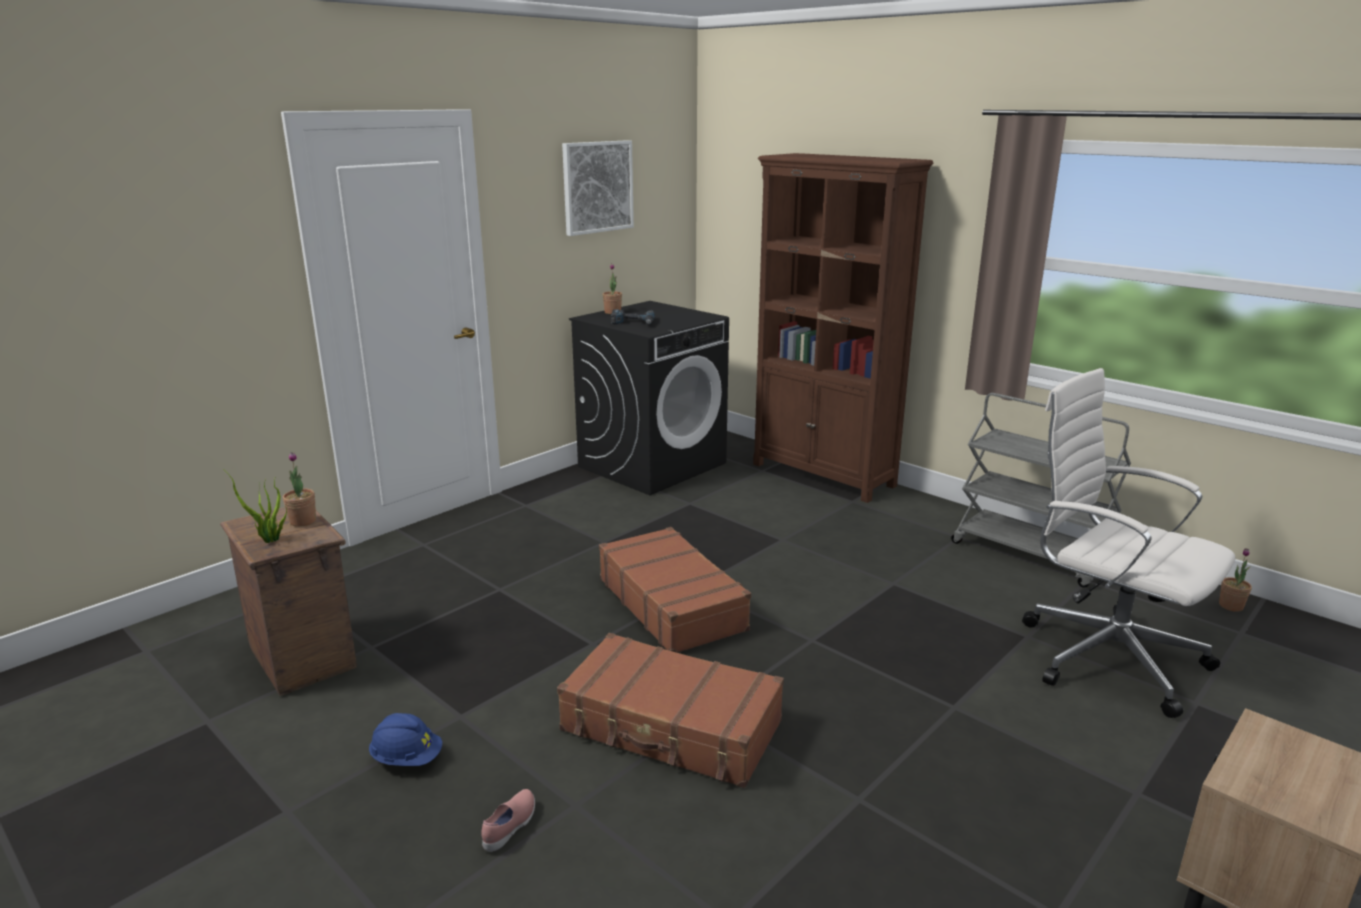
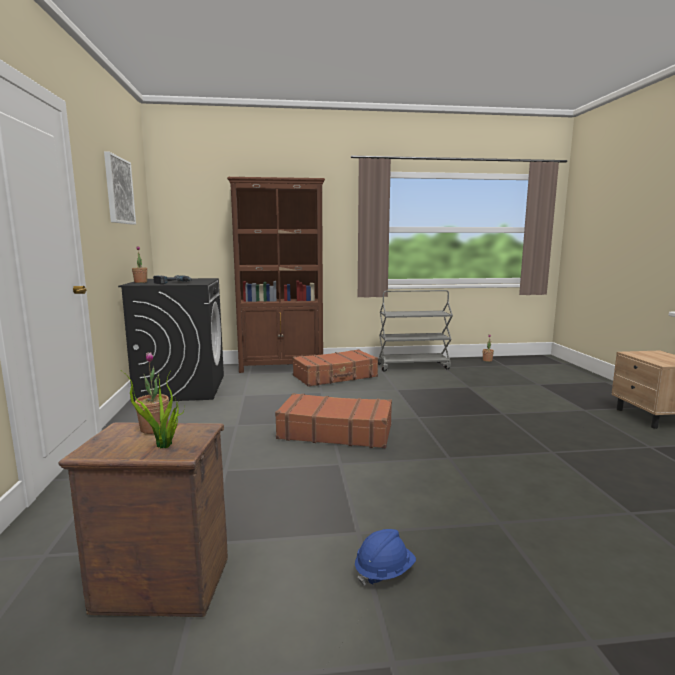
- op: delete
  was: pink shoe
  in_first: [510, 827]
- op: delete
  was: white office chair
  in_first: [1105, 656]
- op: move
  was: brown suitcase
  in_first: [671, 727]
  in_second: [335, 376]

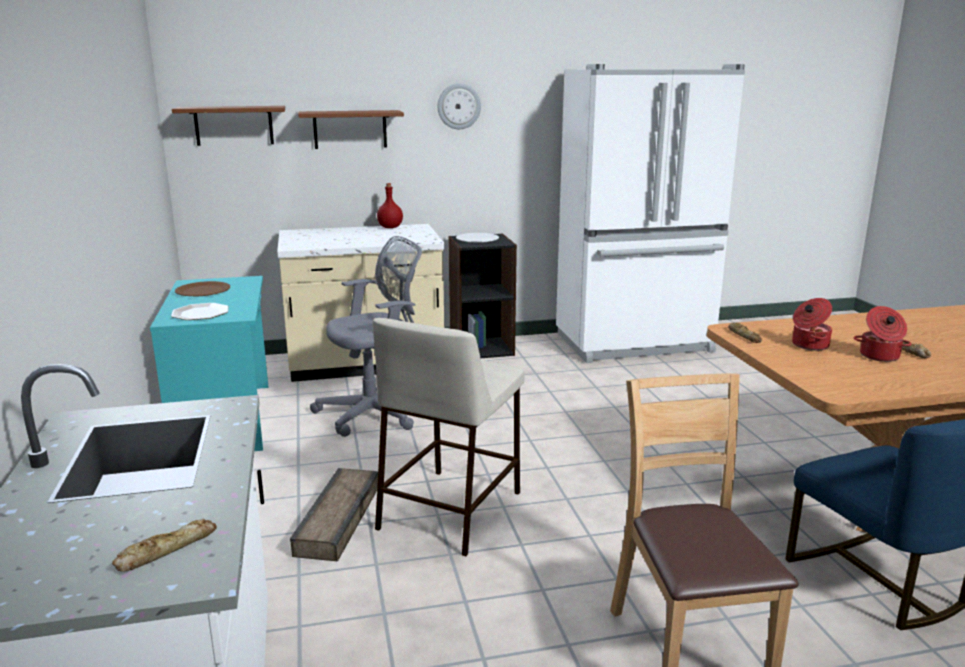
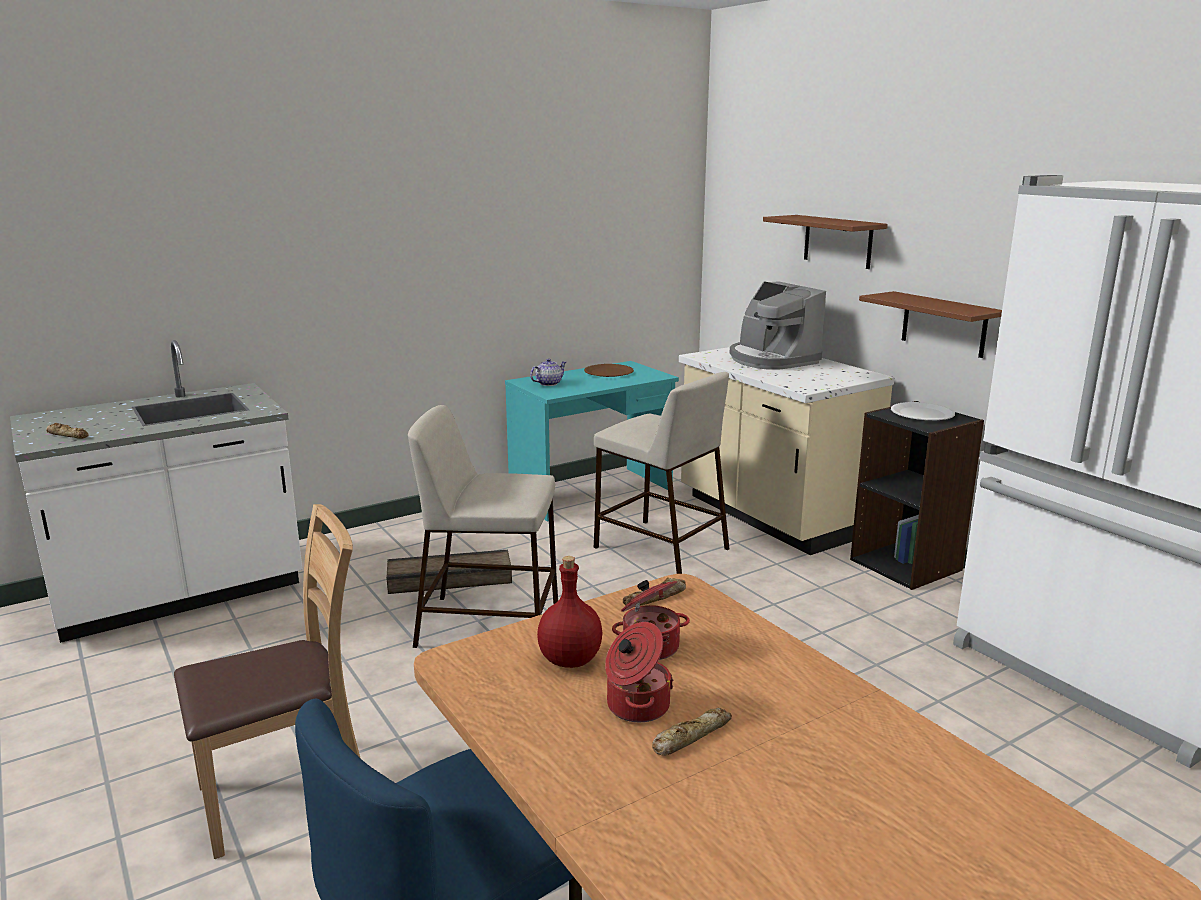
- op: delete
  was: wall clock
  in_first: [459, 106]
- op: insert
  now: coffee machine
  in_second: [771, 360]
- op: move
  was: brown shelf
  in_first: [234, 125]
  in_second: [944, 324]
- op: move
  was: red bottle
  in_first: [390, 227]
  in_second: [569, 659]
- op: replace
  was: plate
  now: teapot
  in_first: [200, 313]
  in_second: [548, 383]
- op: replace
  was: grey office chair
  now: beige stool
  in_first: [376, 413]
  in_second: [659, 548]

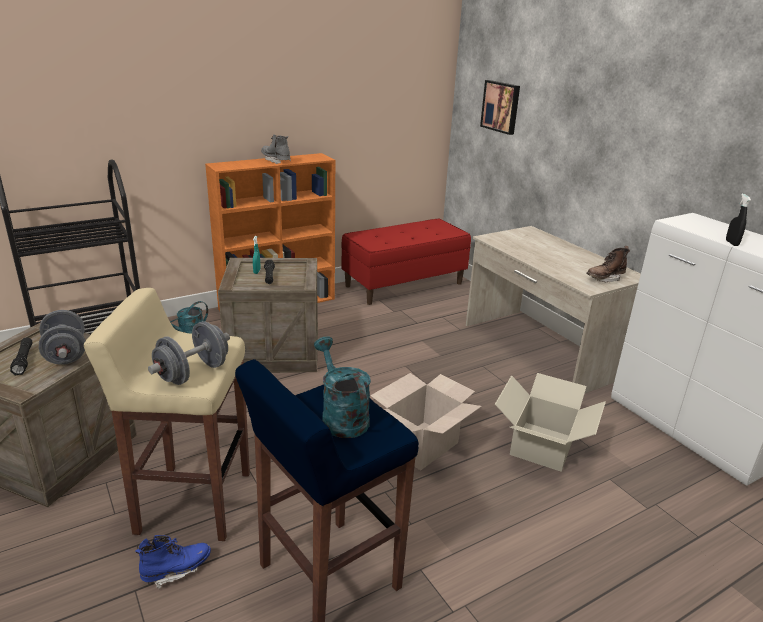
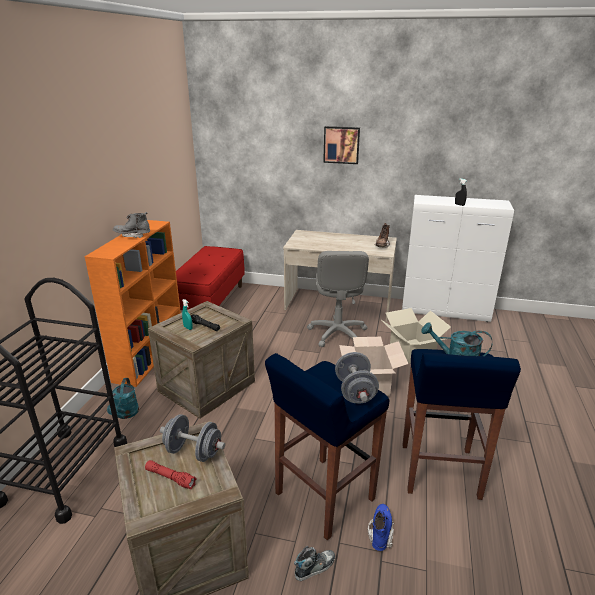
- op: insert
  now: shoe
  in_second: [315, 567]
- op: insert
  now: grey office chair
  in_second: [337, 333]
- op: move
  was: picture
  in_first: [501, 106]
  in_second: [341, 145]
- op: recolor
  was: black flashlight
  now: red flashlight
  in_first: [23, 361]
  in_second: [170, 478]
- op: recolor
  was: beige stool
  now: blue stool
  in_first: [192, 502]
  in_second: [323, 497]

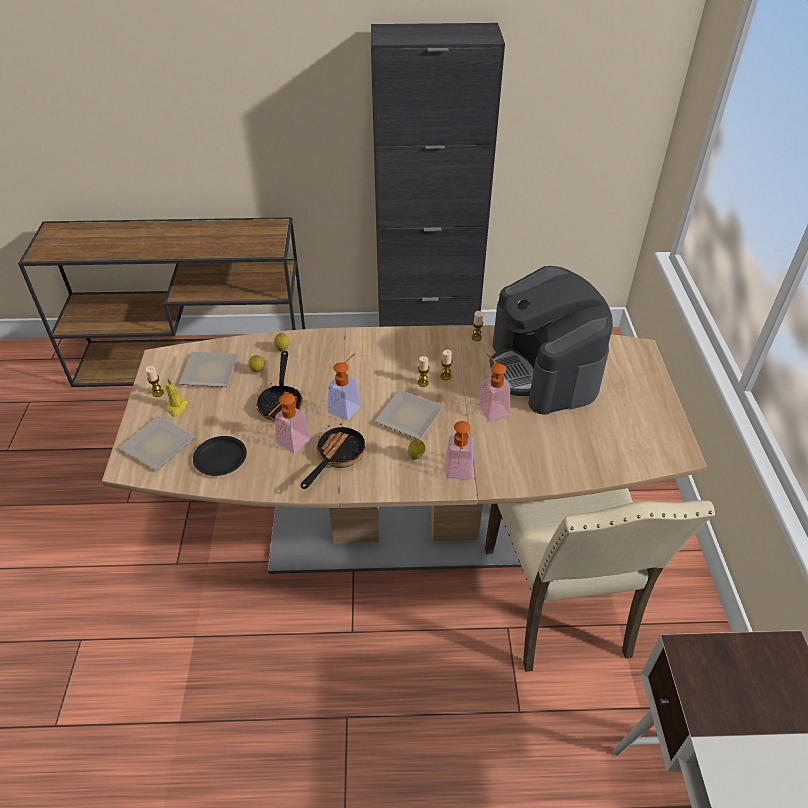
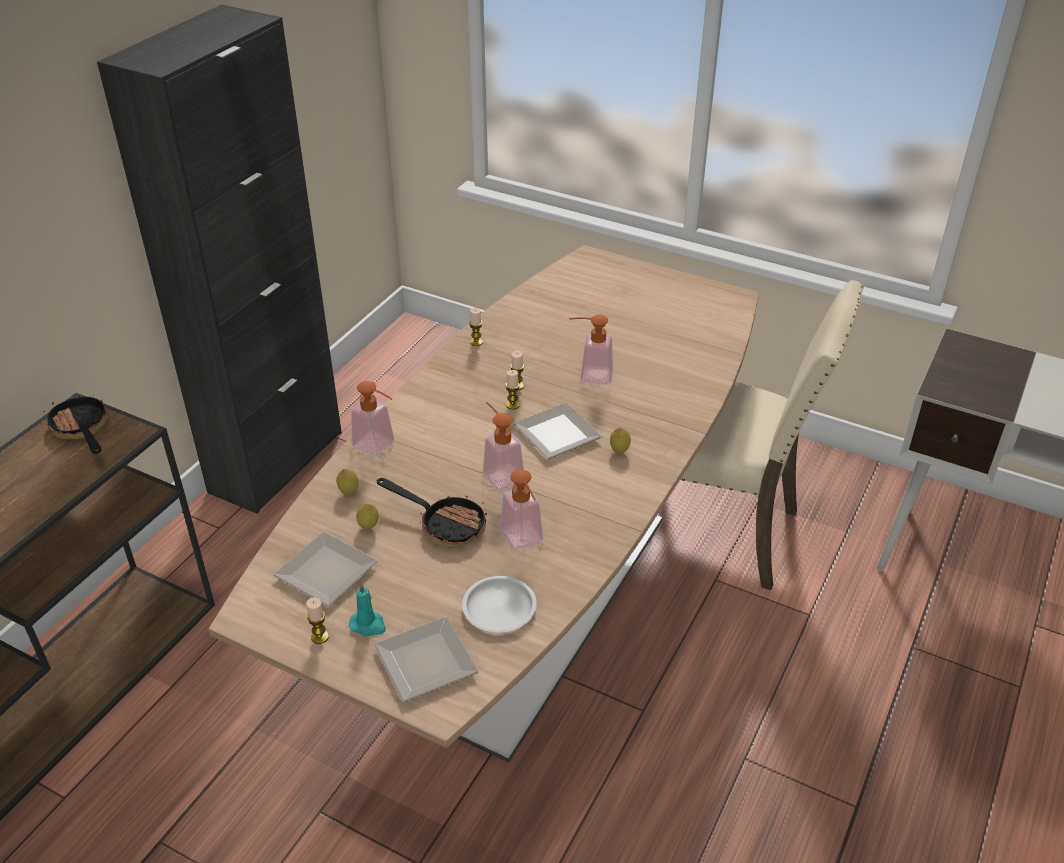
- op: delete
  was: coffee machine
  in_first: [544, 370]
- op: move
  was: frying pan
  in_first: [336, 457]
  in_second: [82, 430]
- op: move
  was: soap dispenser
  in_first: [458, 474]
  in_second: [379, 447]
- op: recolor
  was: yellow candle
  now: turquoise candle
  in_first: [176, 408]
  in_second: [368, 625]
- op: recolor
  was: black plate
  now: white plate
  in_first: [220, 459]
  in_second: [500, 608]

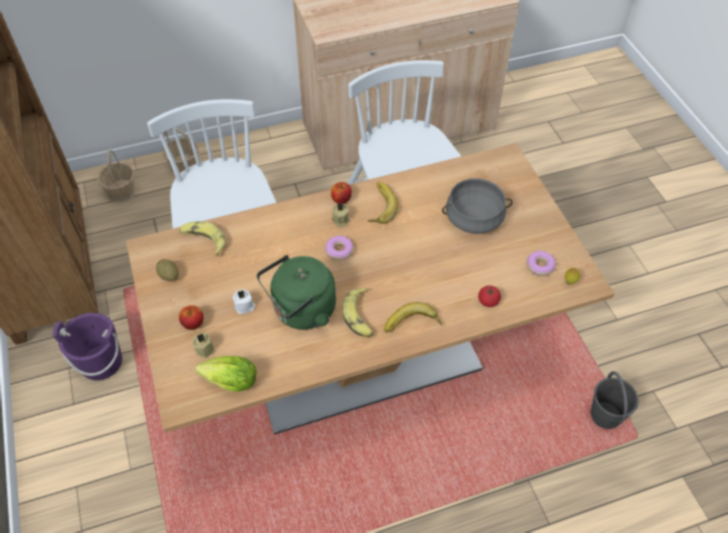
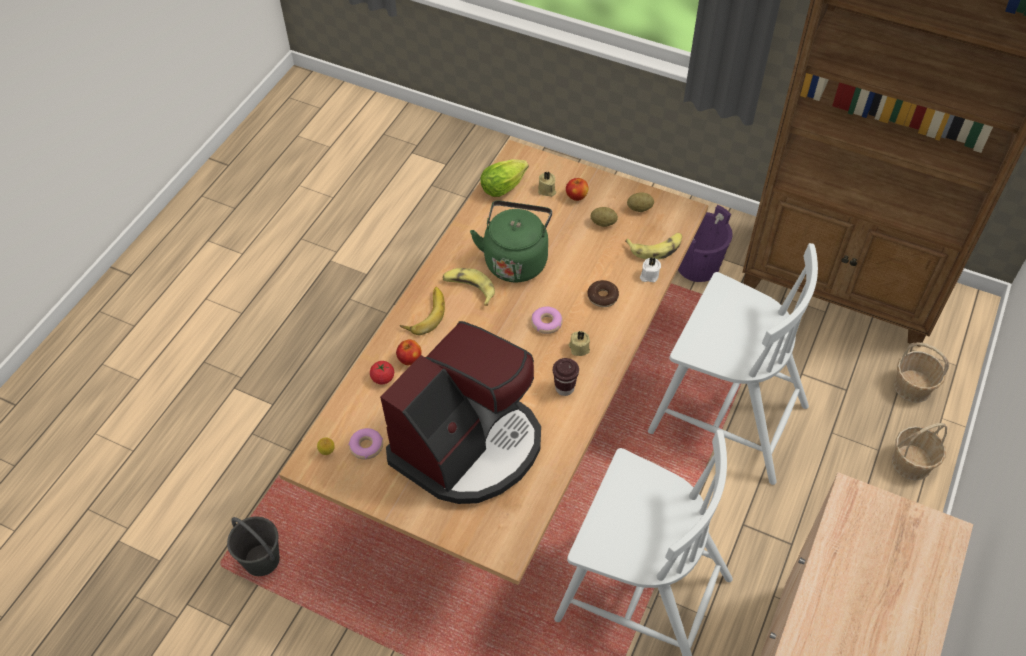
- op: insert
  now: donut
  in_second: [602, 297]
- op: insert
  now: potato
  in_second: [603, 223]
- op: move
  was: white candle
  in_first: [245, 307]
  in_second: [649, 275]
- op: move
  was: apple
  in_first: [341, 200]
  in_second: [409, 359]
- op: replace
  was: banana
  now: brown cup
  in_first: [379, 205]
  in_second: [564, 388]
- op: replace
  was: grey cooking pot
  now: coffee machine
  in_first: [473, 219]
  in_second: [469, 445]

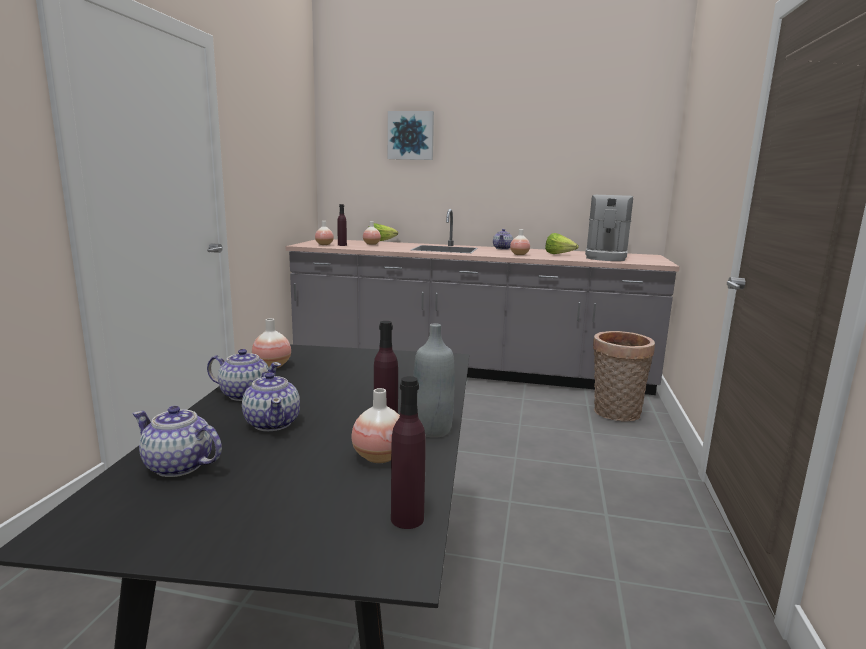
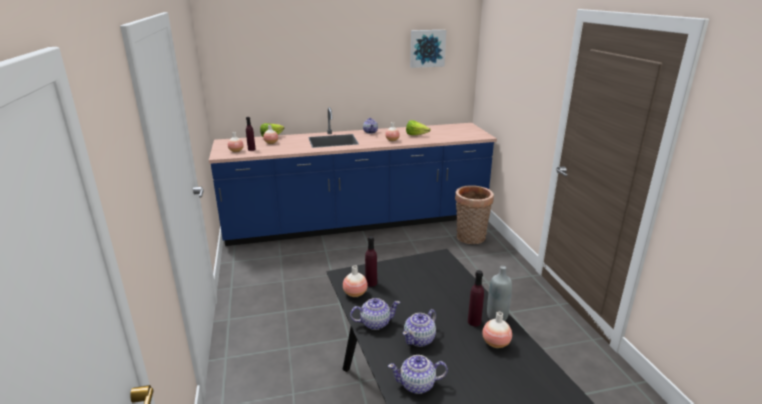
- op: delete
  was: coffee machine
  in_first: [606, 256]
- op: move
  was: picture
  in_first: [411, 135]
  in_second: [427, 48]
- op: move
  was: purple bottle
  in_first: [407, 518]
  in_second: [371, 283]
- op: recolor
  was: grey counter
  now: blue counter
  in_first: [469, 369]
  in_second: [357, 223]
- op: rotate
  was: teapot
  in_first: [273, 423]
  in_second: [420, 339]
  clockwise: 90

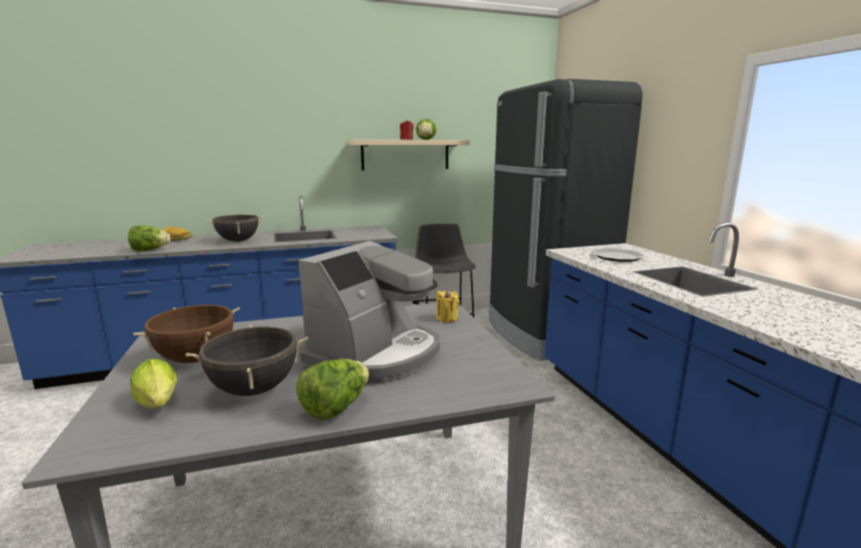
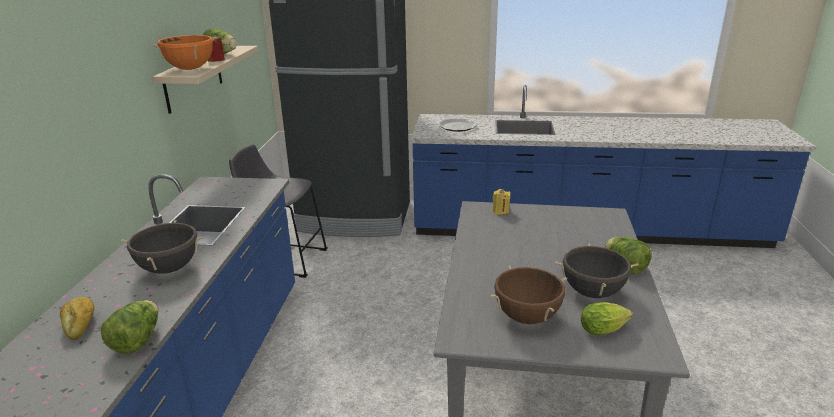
- op: delete
  was: coffee machine
  in_first: [376, 354]
- op: insert
  now: orange cooking pot
  in_second: [190, 69]

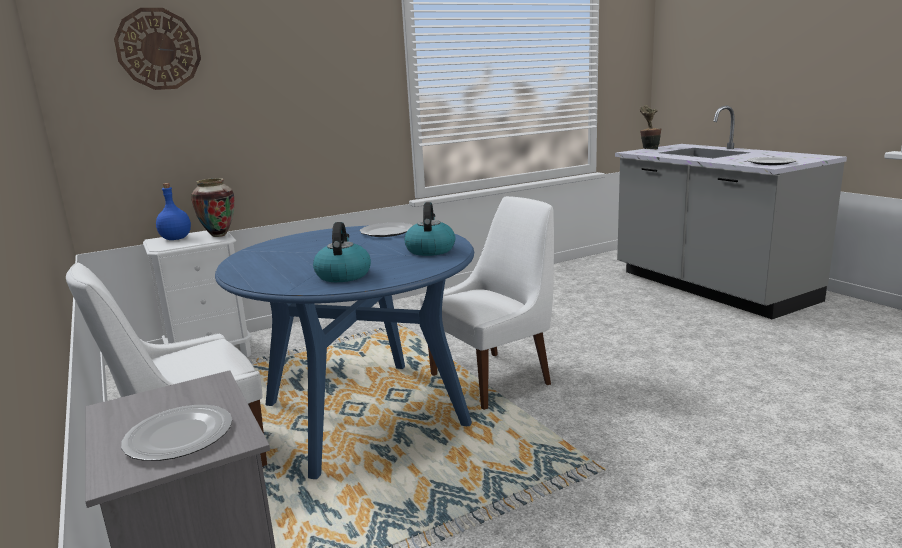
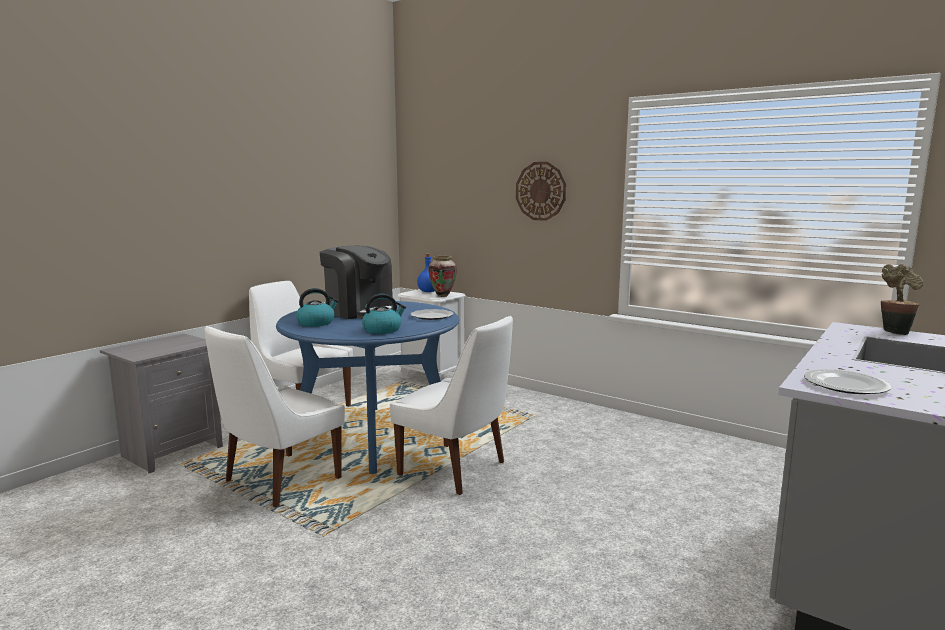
- op: delete
  was: plate
  in_first: [179, 437]
- op: insert
  now: white chair
  in_second: [279, 481]
- op: insert
  now: coffee machine
  in_second: [359, 311]
- op: move
  was: wall clock
  in_first: [158, 49]
  in_second: [540, 191]

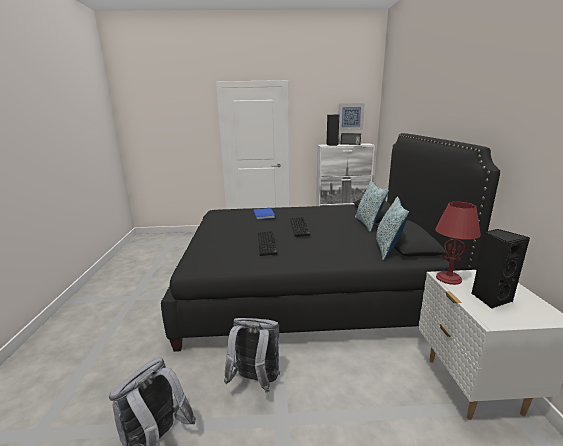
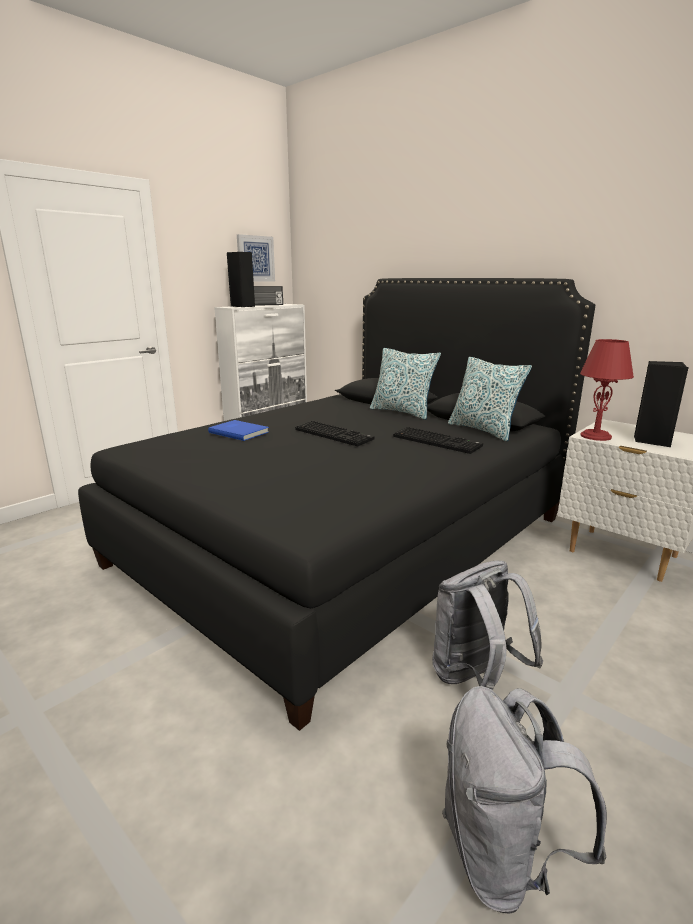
- op: move
  was: keyboard
  in_first: [267, 244]
  in_second: [438, 441]

